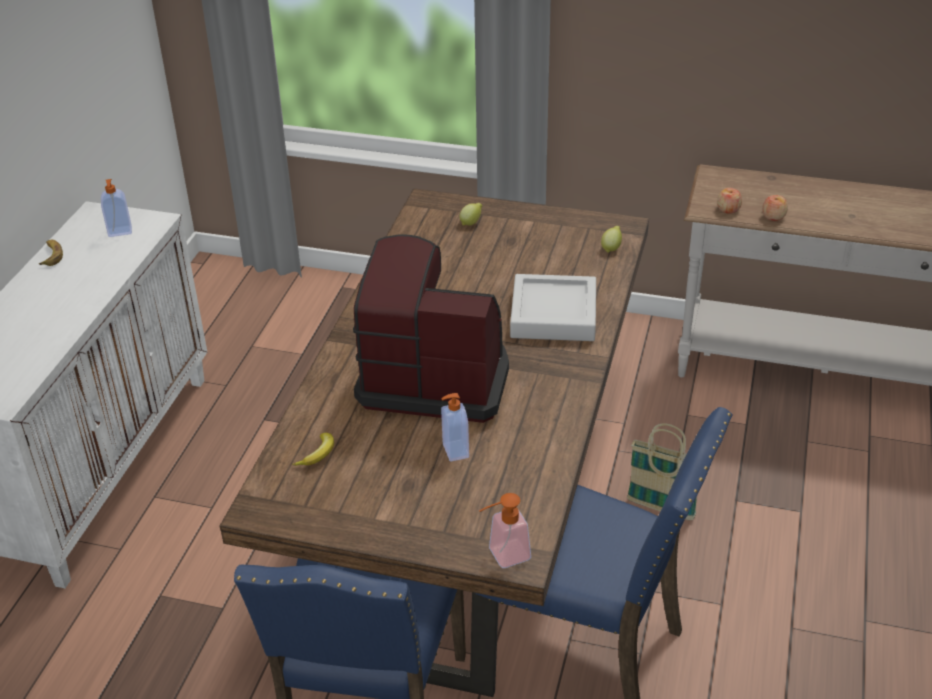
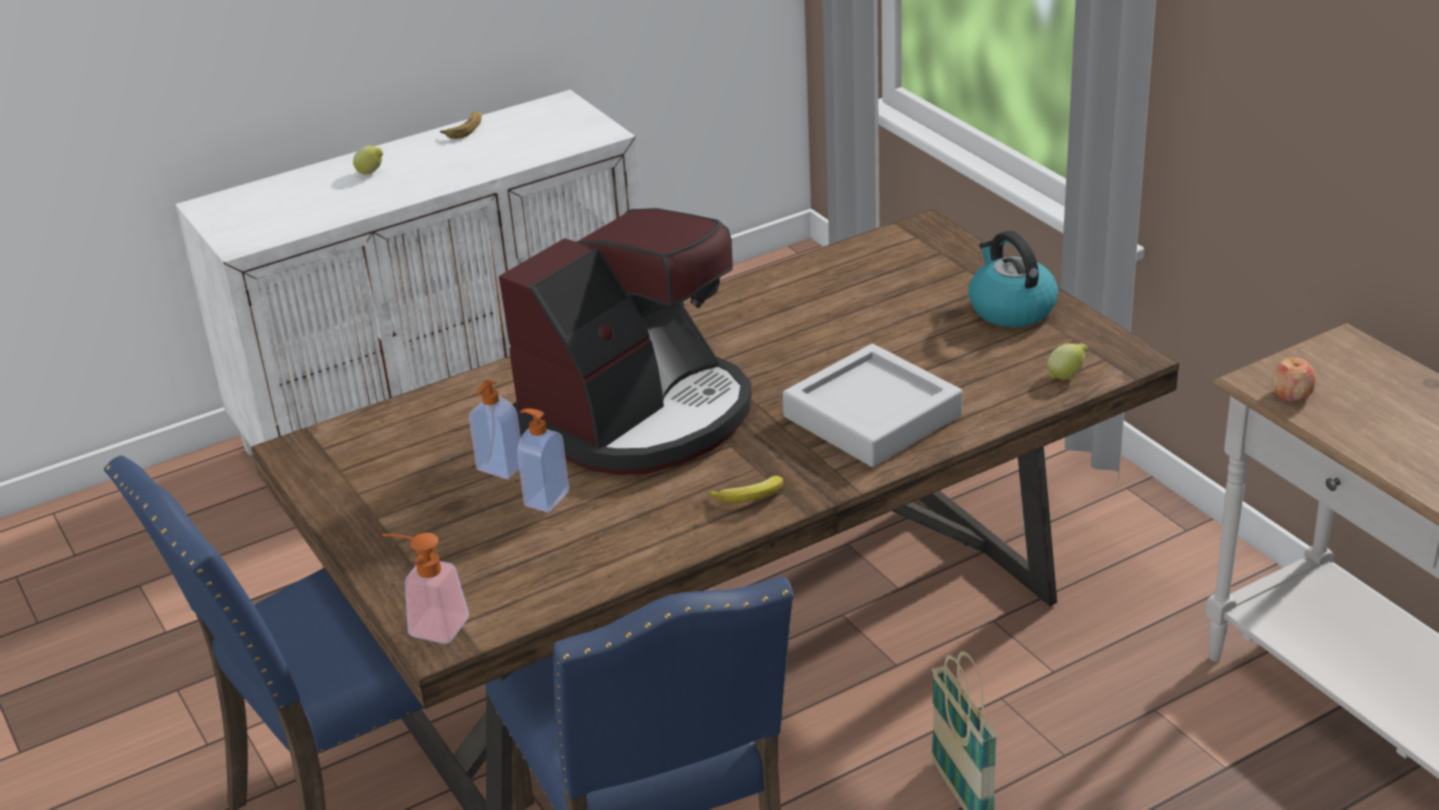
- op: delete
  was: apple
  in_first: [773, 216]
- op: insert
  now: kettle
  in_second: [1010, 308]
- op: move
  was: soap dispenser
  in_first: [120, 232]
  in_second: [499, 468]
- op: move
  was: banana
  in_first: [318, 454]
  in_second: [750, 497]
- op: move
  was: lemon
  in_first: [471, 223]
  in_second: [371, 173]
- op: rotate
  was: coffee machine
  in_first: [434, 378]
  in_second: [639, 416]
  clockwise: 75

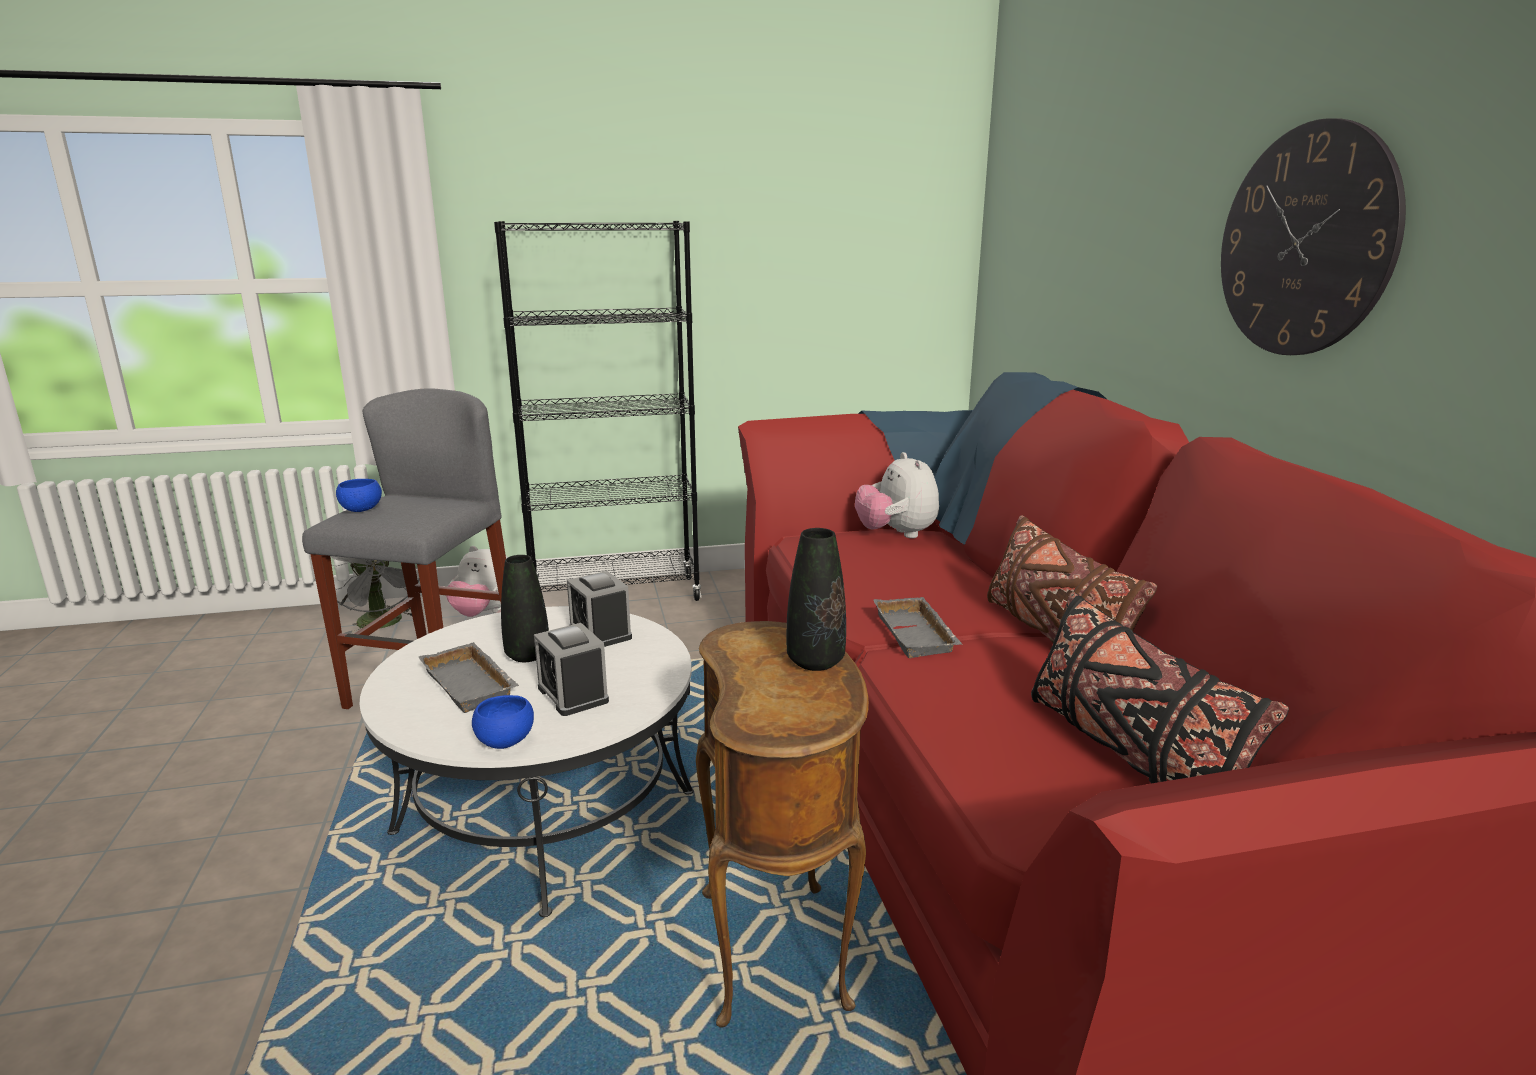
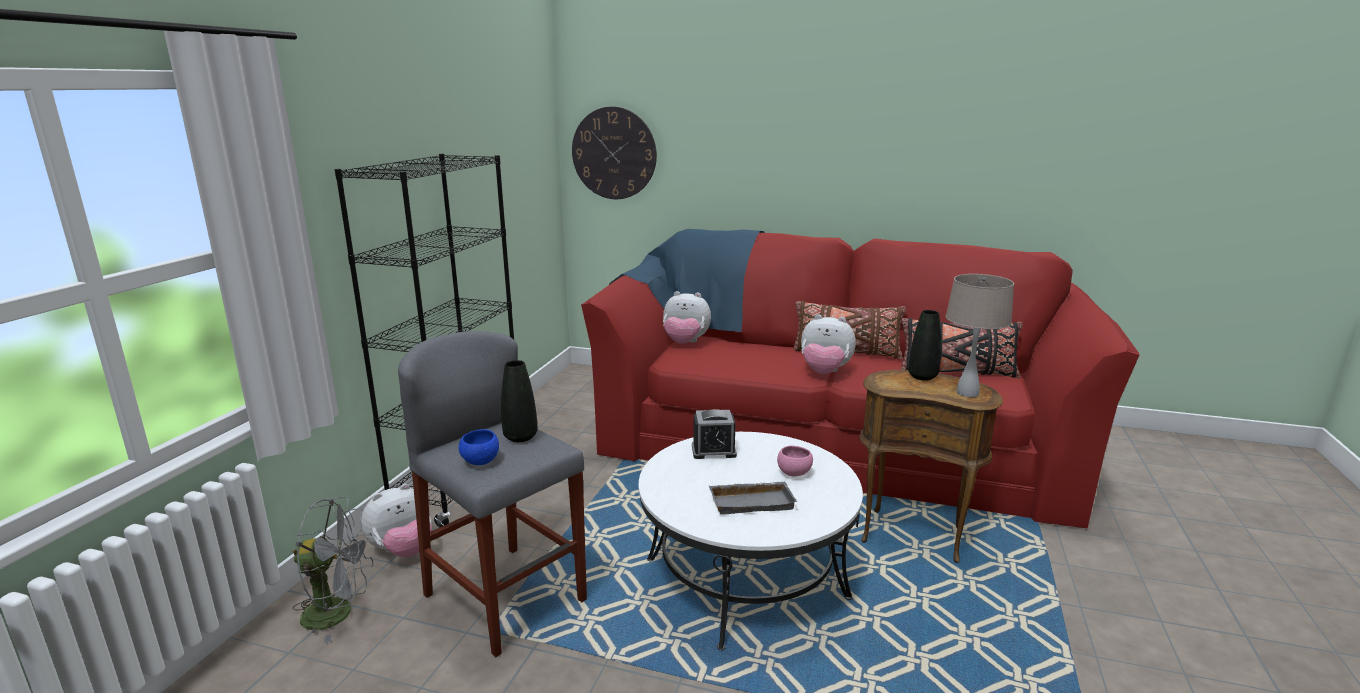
- op: delete
  was: blue bowl
  in_first: [505, 742]
- op: insert
  now: beige table lamp
  in_second: [967, 393]
- op: move
  was: black vase
  in_first: [527, 655]
  in_second: [520, 437]
- op: move
  was: wall clock
  in_first: [1305, 241]
  in_second: [614, 153]
- op: replace
  was: alarm clock
  now: pink bowl
  in_first: [573, 694]
  in_second: [794, 473]
- op: replace
  was: grey tray
  now: plush toy
  in_first: [918, 634]
  in_second: [824, 372]

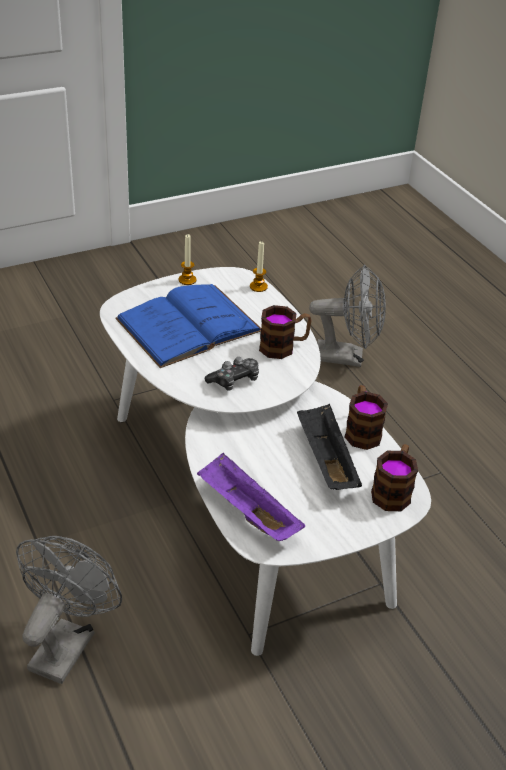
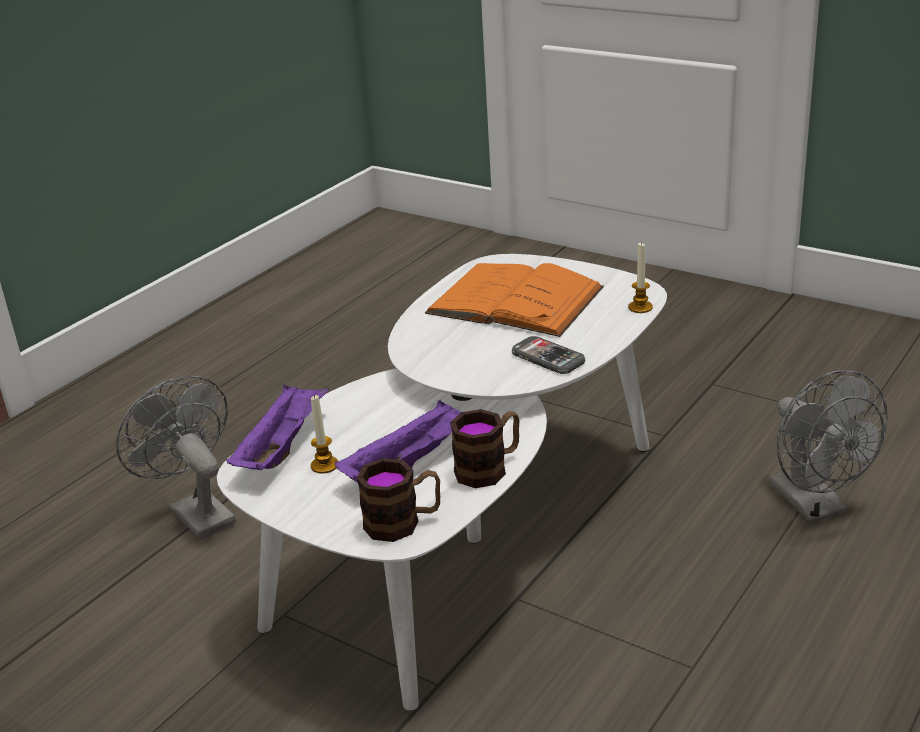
- op: delete
  was: game controller
  in_first: [234, 380]
- op: move
  was: candle
  in_first: [187, 280]
  in_second: [324, 465]
- op: replace
  was: mug
  now: phone
  in_first: [284, 347]
  in_second: [548, 357]
- op: recolor
  was: blue book
  now: orange book
  in_first: [189, 325]
  in_second: [515, 300]
- op: recolor
  was: black tray
  now: purple tray
  in_first: [325, 460]
  in_second: [410, 463]
- op: rotate
  was: grey fan
  in_first: [67, 642]
  in_second: [195, 512]
  clockwise: -120

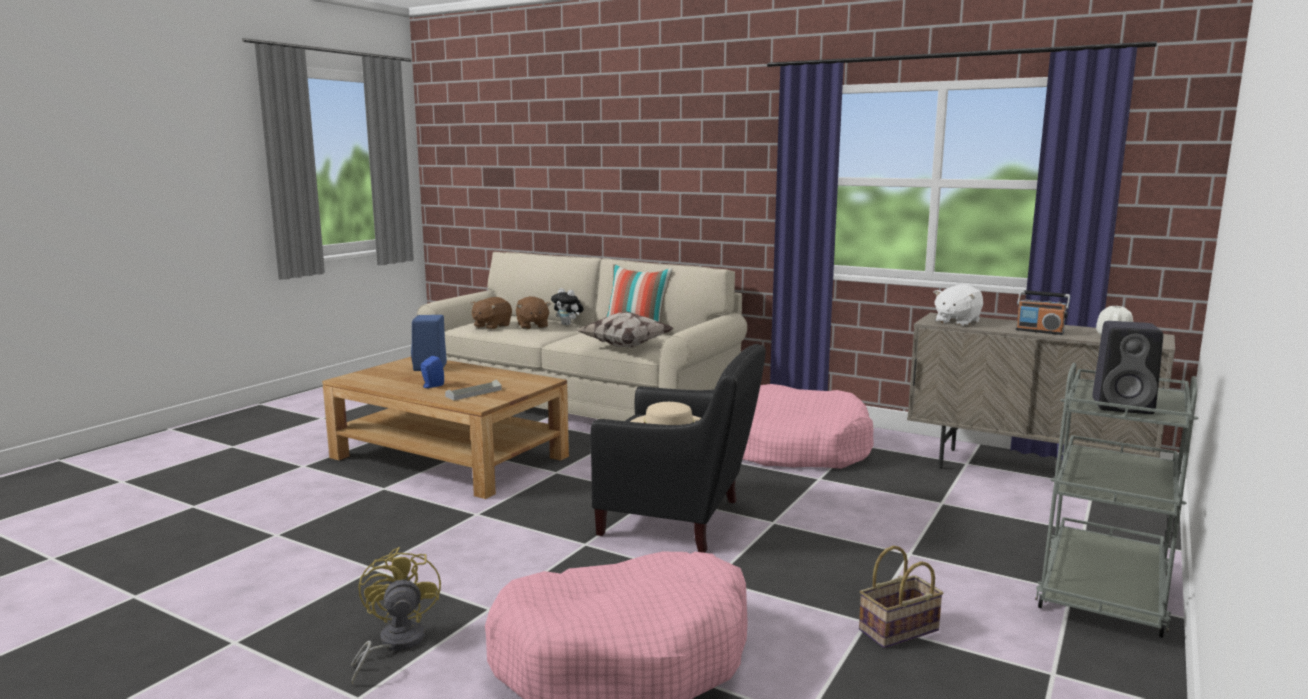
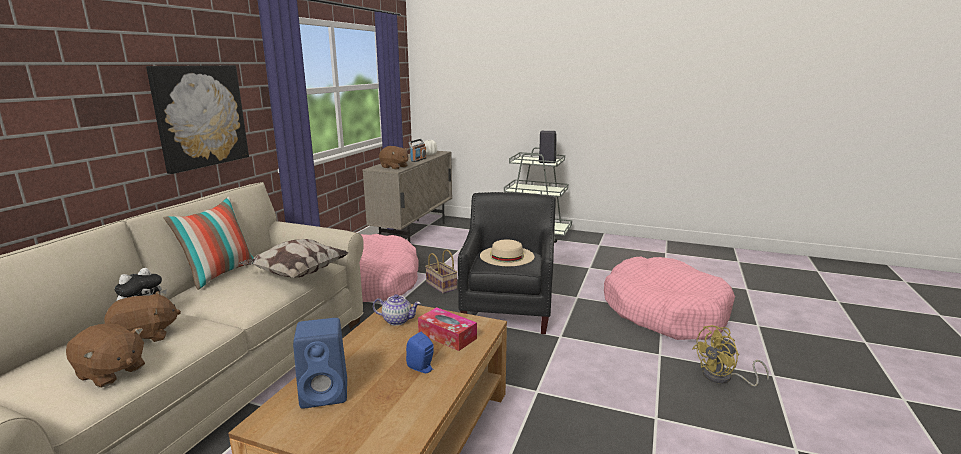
- op: insert
  now: picture
  in_second: [200, 116]
- op: insert
  now: teapot
  in_second: [397, 320]
- op: move
  was: basket
  in_first: [898, 631]
  in_second: [442, 286]
- op: replace
  was: grey tray
  now: tissue box
  in_first: [473, 393]
  in_second: [447, 336]
- op: recolor
  was: white plush toy
  now: brown plush toy
  in_first: [956, 322]
  in_second: [394, 167]

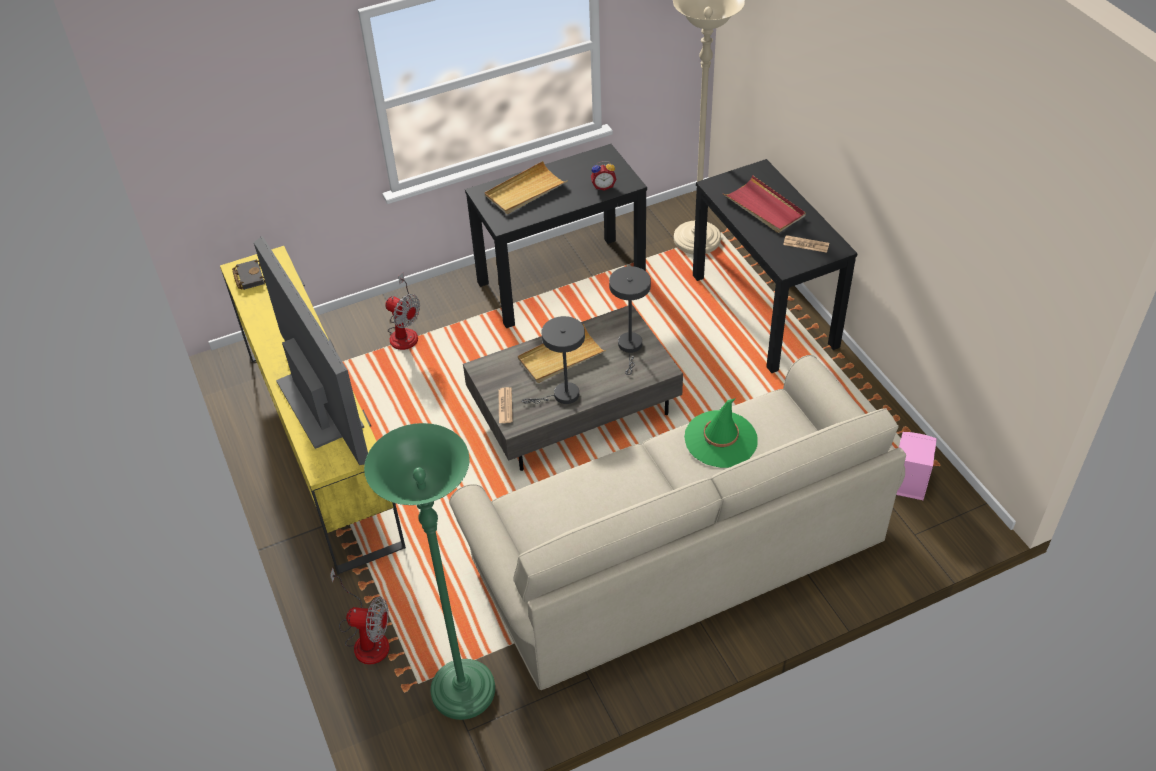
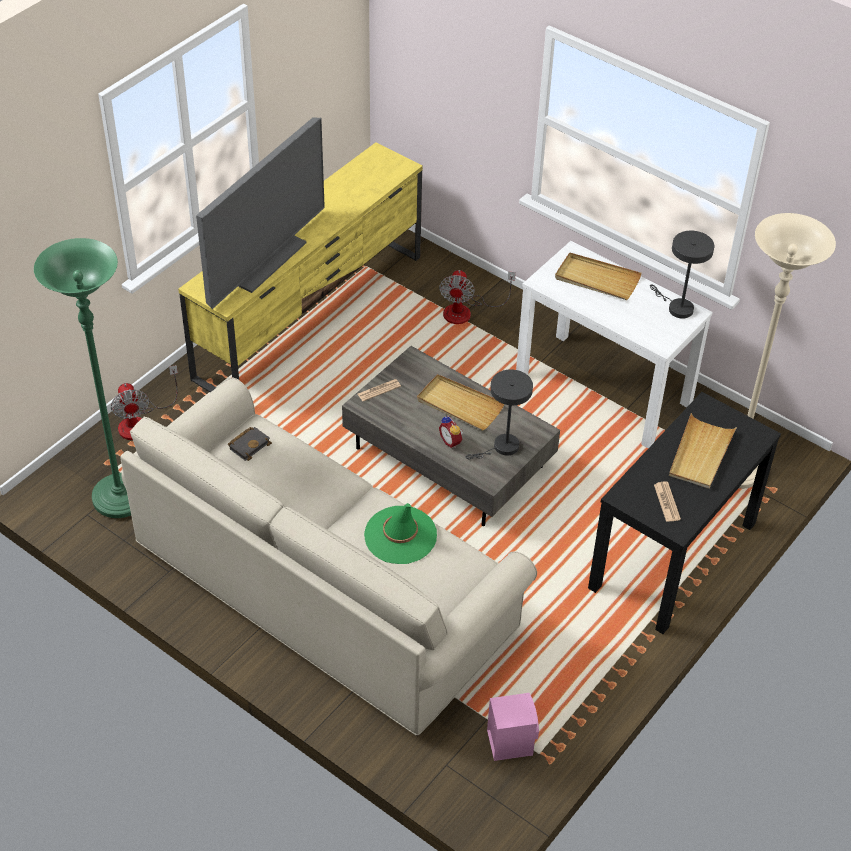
- op: move
  was: black book
  in_first: [249, 277]
  in_second: [249, 444]
- op: move
  was: grey table lamp
  in_first: [562, 396]
  in_second: [677, 307]
- op: move
  was: alarm clock
  in_first: [603, 186]
  in_second: [451, 441]
- op: recolor
  was: black console table
  now: white console table
  in_first: [561, 280]
  in_second: [604, 389]
- op: recolor
  was: red tray
  now: beige tray
  in_first: [764, 207]
  in_second: [700, 454]

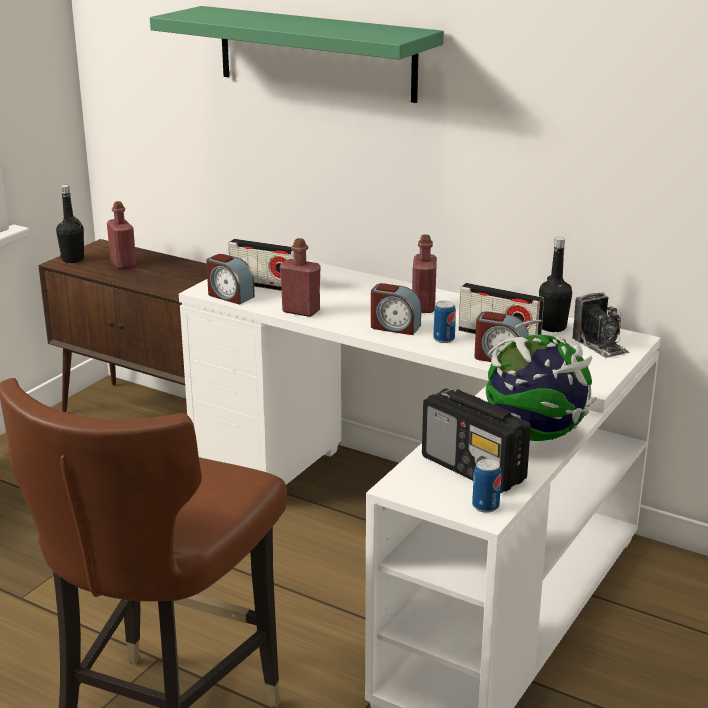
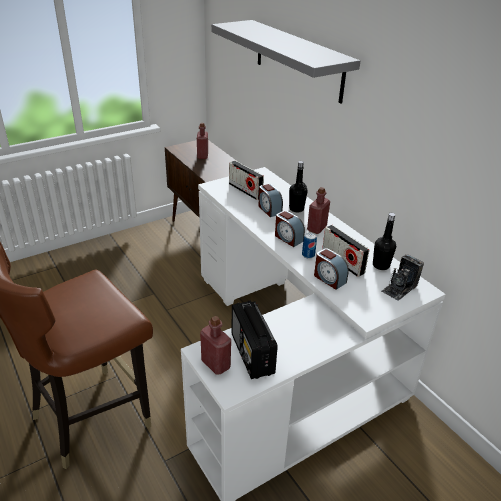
- op: delete
  was: can
  in_first: [485, 506]
- op: delete
  was: globe
  in_first: [535, 435]
- op: move
  was: black bottle
  in_first: [73, 259]
  in_second: [296, 209]
- op: move
  was: alarm clock
  in_first: [230, 296]
  in_second: [269, 209]
- op: move
  was: red bottle
  in_first: [301, 311]
  in_second: [216, 364]
- op: recolor
  was: green shelf
  now: grey shelf
  in_first: [316, 53]
  in_second: [298, 60]
- op: rotate
  was: photo camera
  in_first: [600, 345]
  in_second: [399, 288]
  clockwise: 45

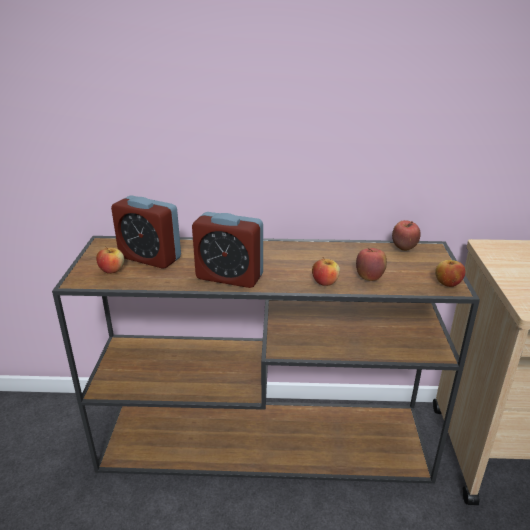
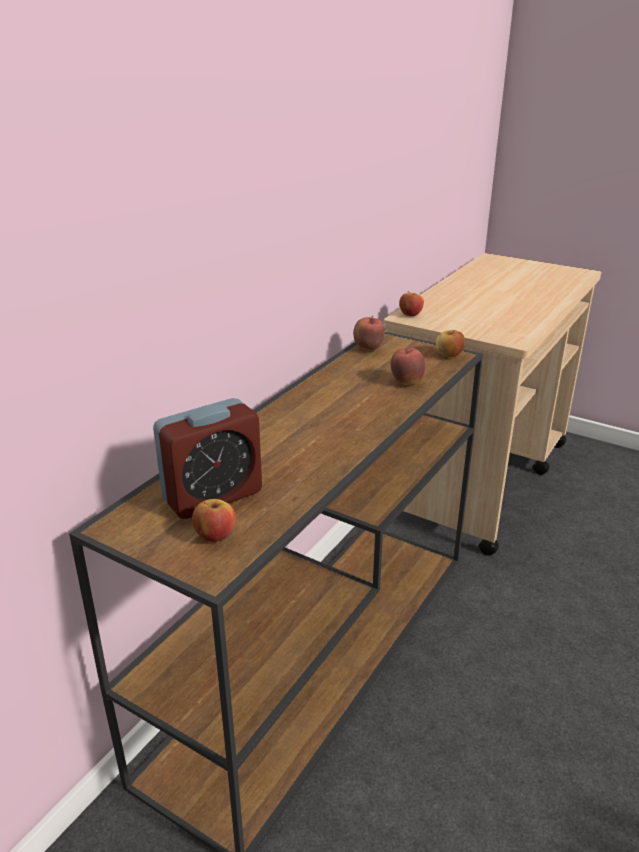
- op: delete
  was: alarm clock
  in_first: [229, 277]
- op: move
  was: apple
  in_first: [325, 282]
  in_second: [410, 314]

